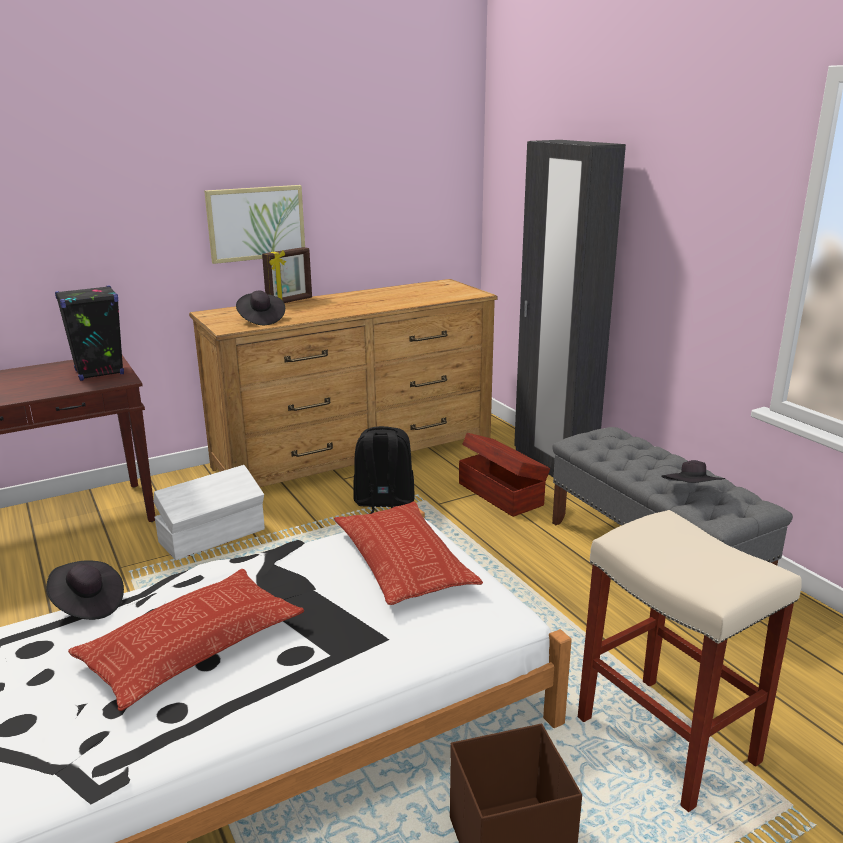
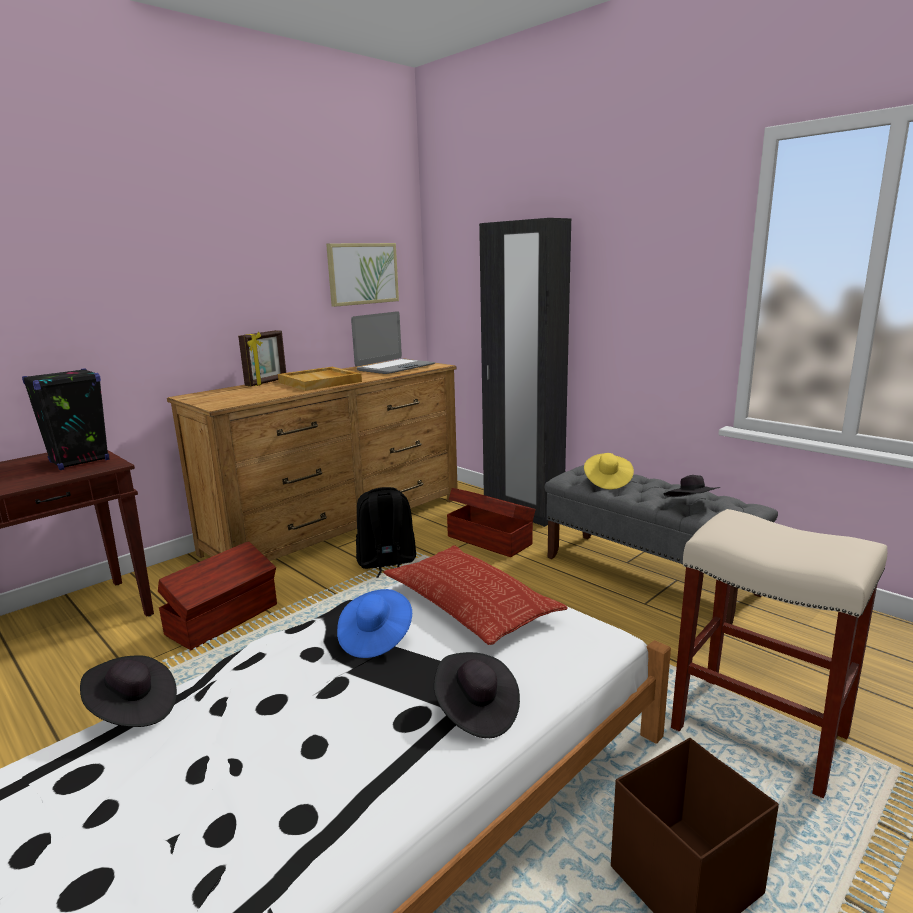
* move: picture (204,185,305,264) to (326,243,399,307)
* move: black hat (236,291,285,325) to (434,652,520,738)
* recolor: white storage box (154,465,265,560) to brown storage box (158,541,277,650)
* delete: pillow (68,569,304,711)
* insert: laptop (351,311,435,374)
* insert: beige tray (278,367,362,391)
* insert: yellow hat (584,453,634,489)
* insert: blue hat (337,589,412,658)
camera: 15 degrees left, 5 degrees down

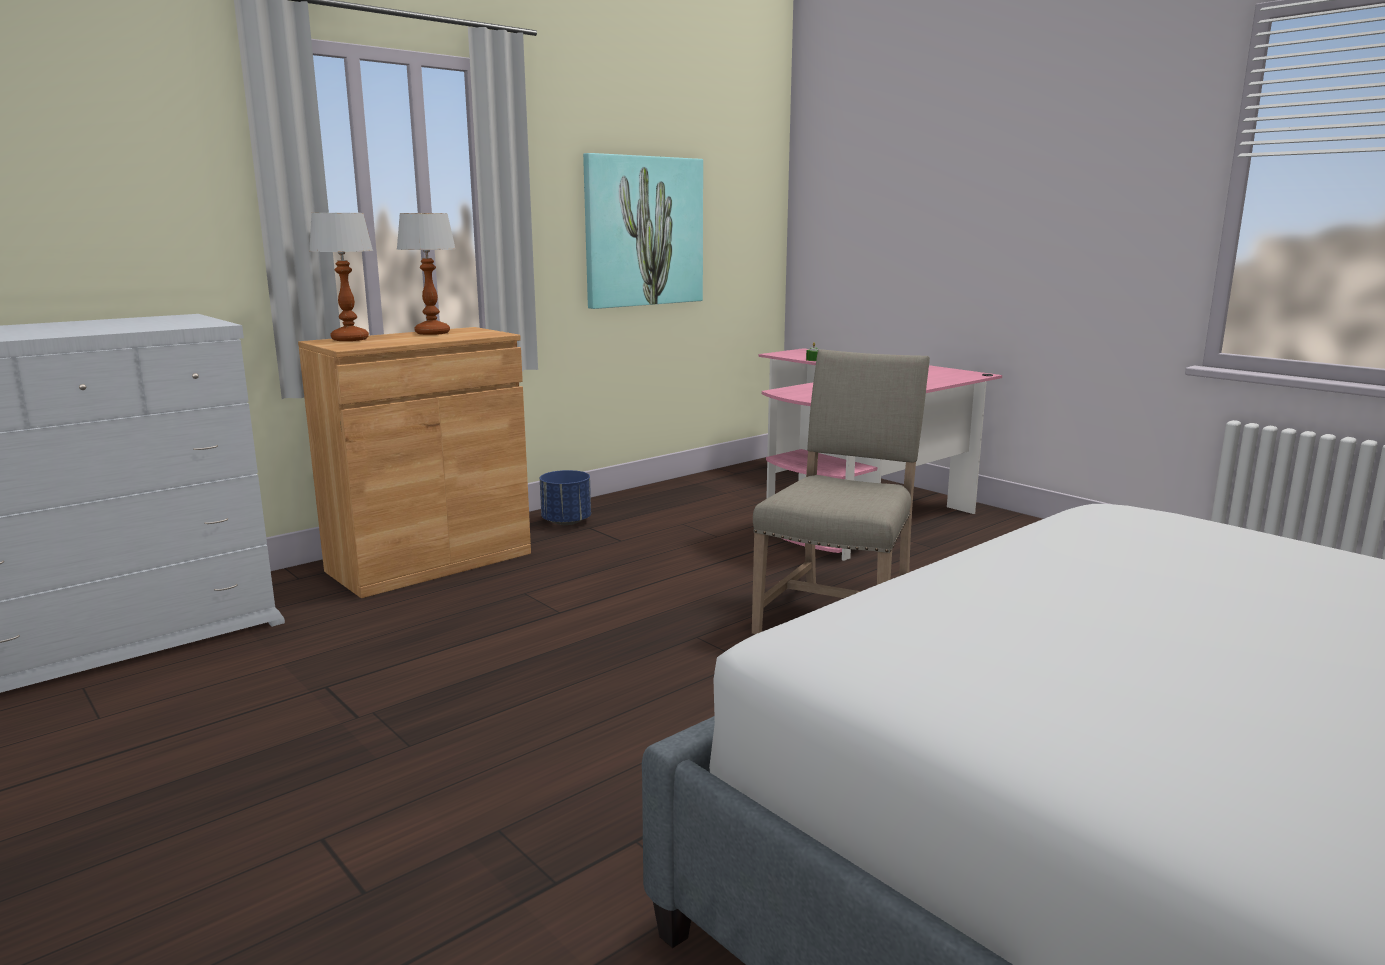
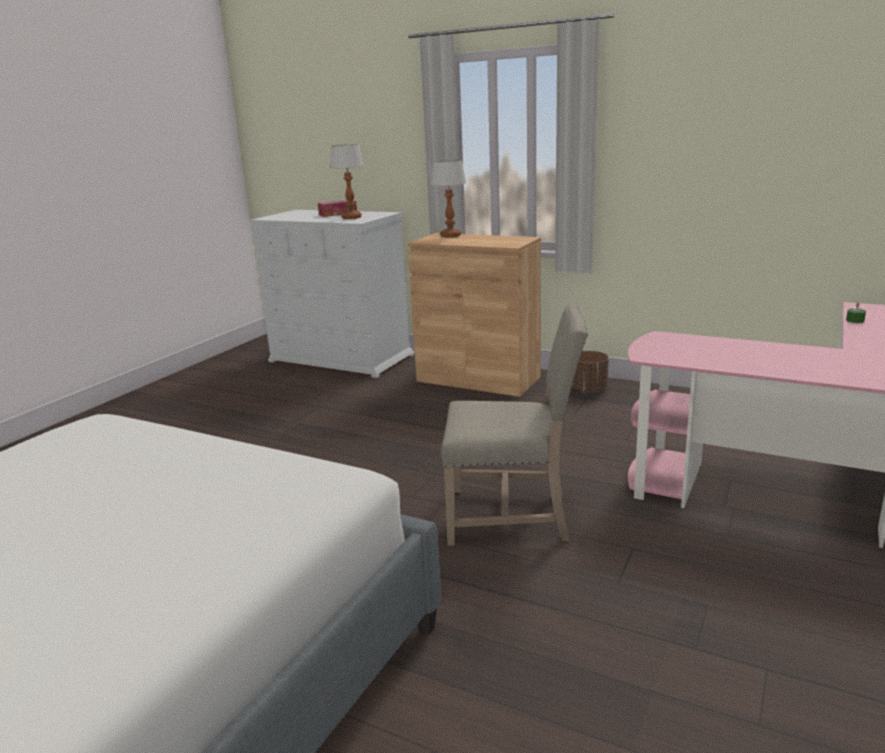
* delete: picture (583,153,703,309)
* move: table lamp (397,213,456,335) to (330,144,364,219)
* recolor: blue planter (540,470,591,525) to brown planter (571,351,609,393)
* insert: tissue box (318,200,357,217)
camera: 70 degrees right, 5 degrees up

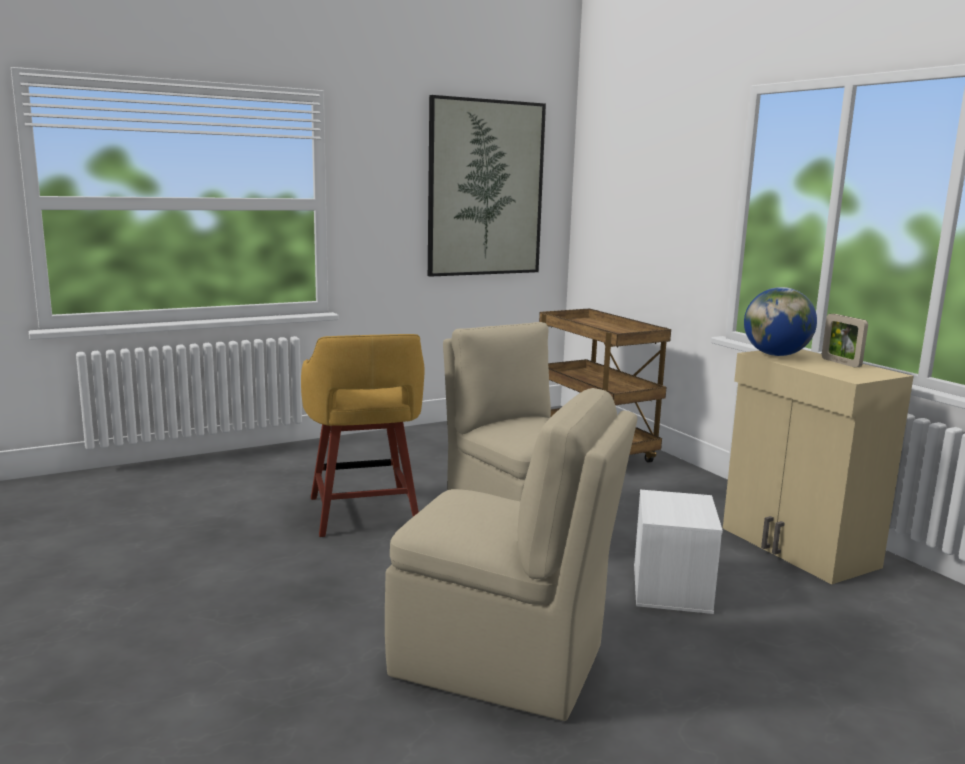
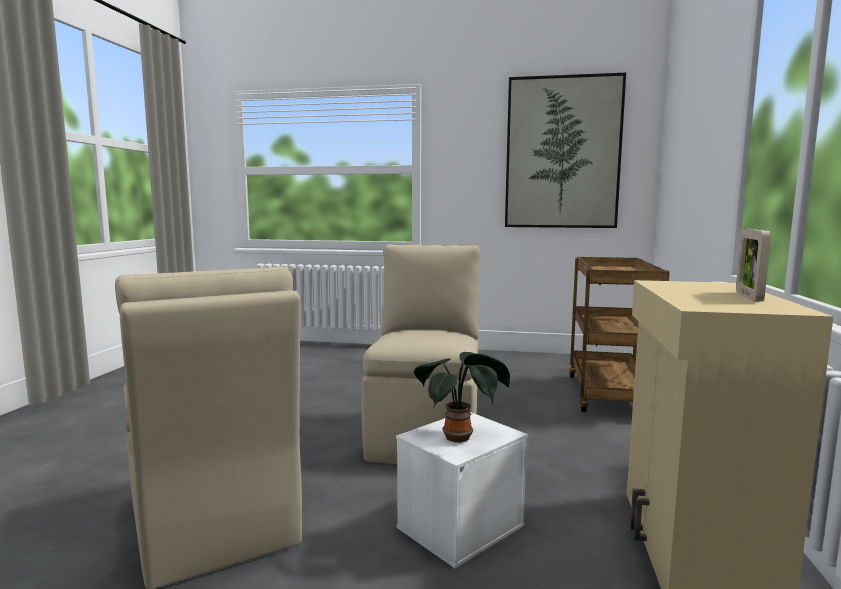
* delete: globe (744,287,817,356)
* delete: yellow stool (301,334,425,537)
* insert: potted plant (414,352,510,443)
camera: 40 degrees right, 5 degrees down

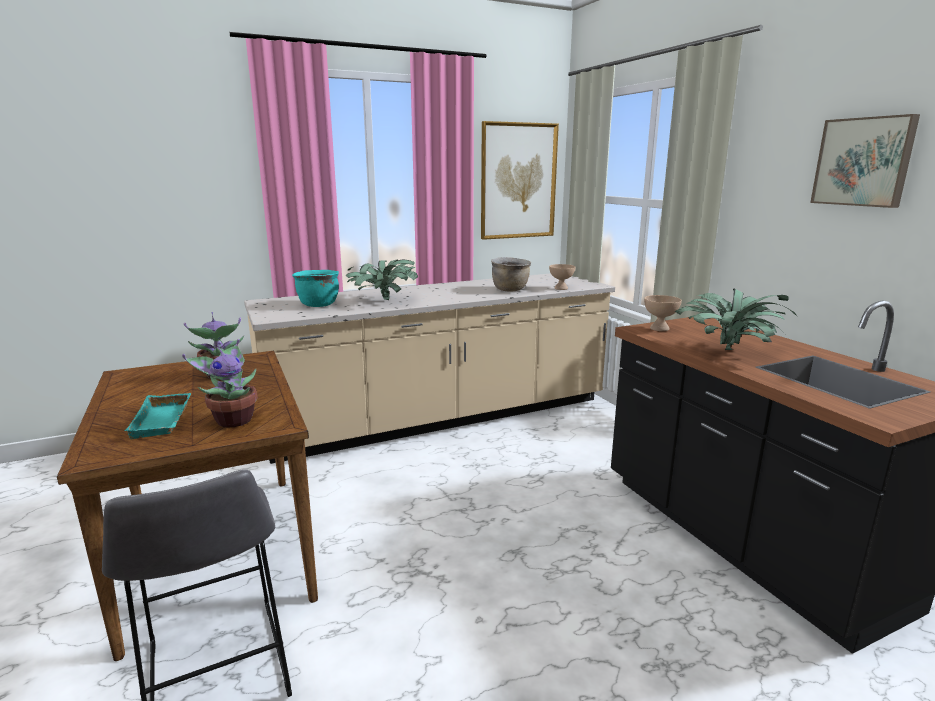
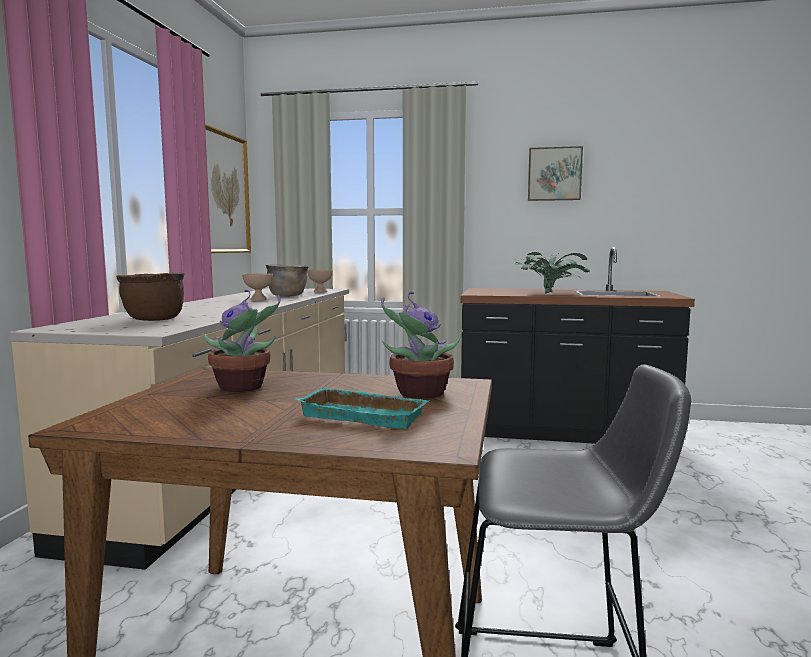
* delete: potted plant (345,260,418,300)
* recolor: turquoise cooking pot (292,270,339,307) to brown cooking pot (116,272,185,321)
* move: beige bowl (644,295,682,331) to (242,273,273,301)
camera: 55 degrees left, 10 degrees down

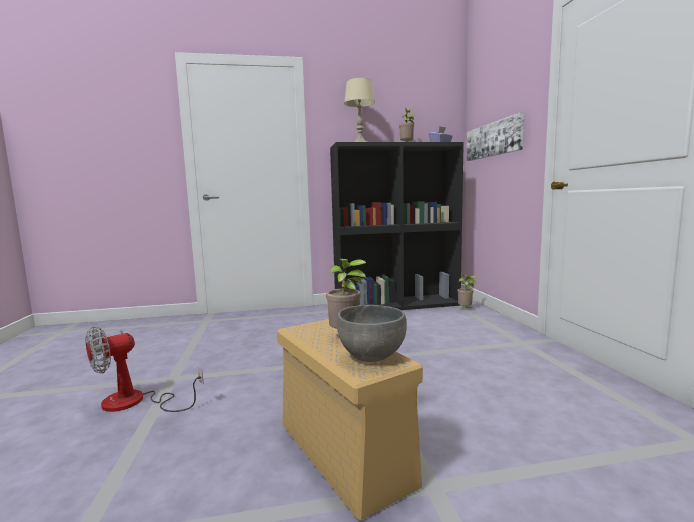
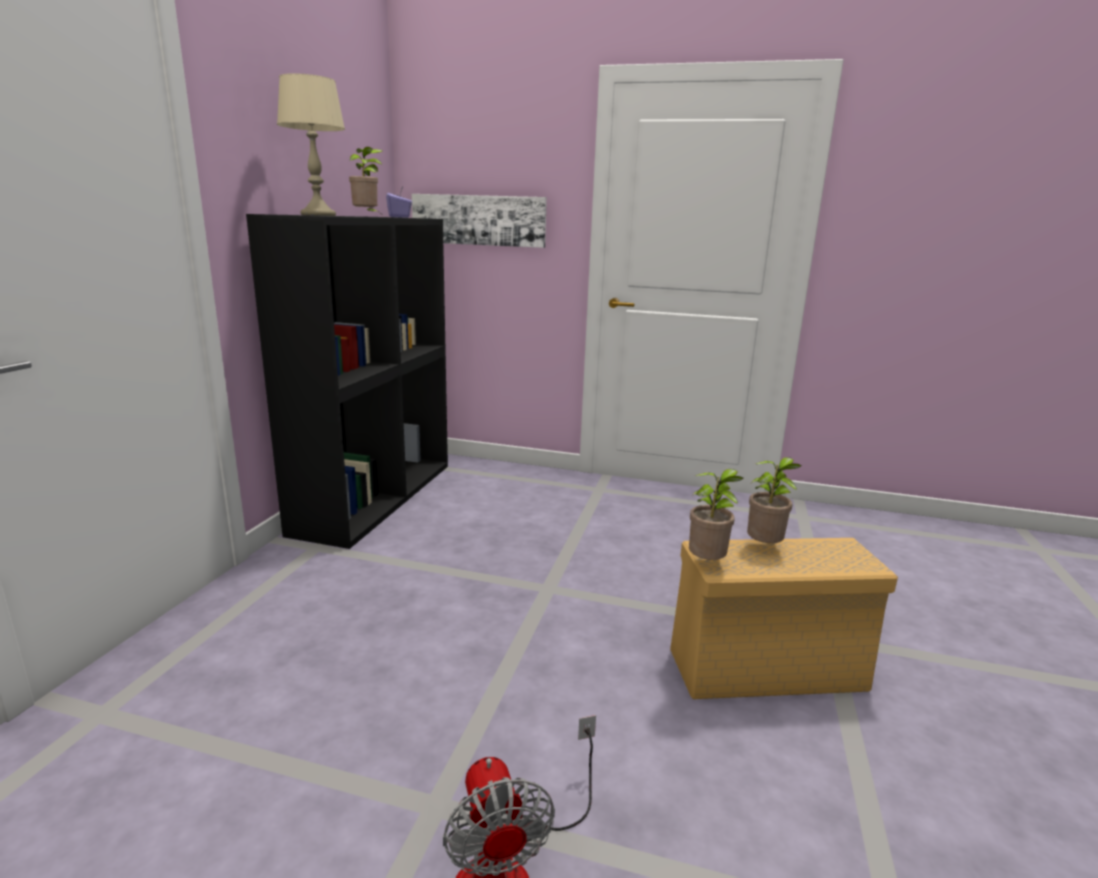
* move: potted plant (457,275,477,308) to (689,469,743,560)
* delete: grey bowl (337,305,407,362)
camera: 65 degrees left, 10 degrees up

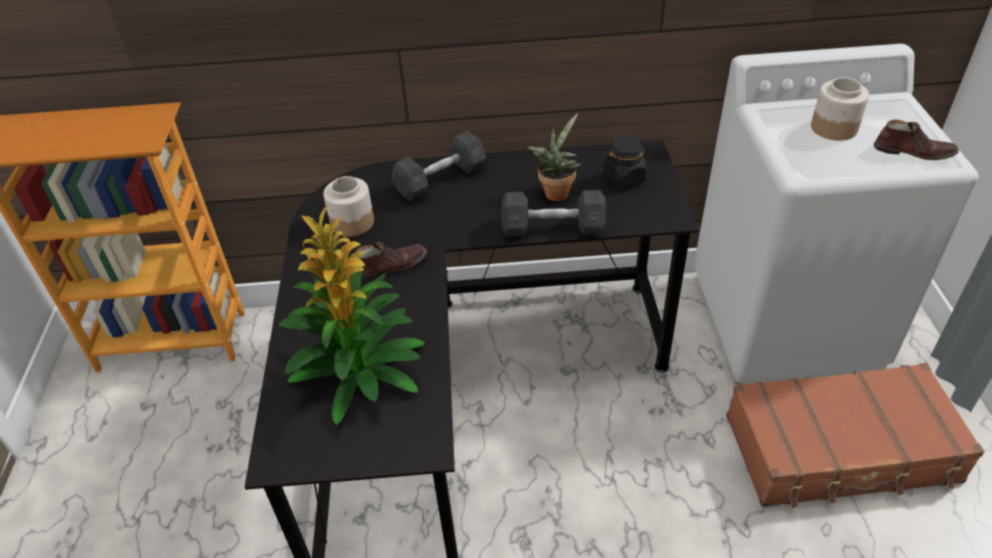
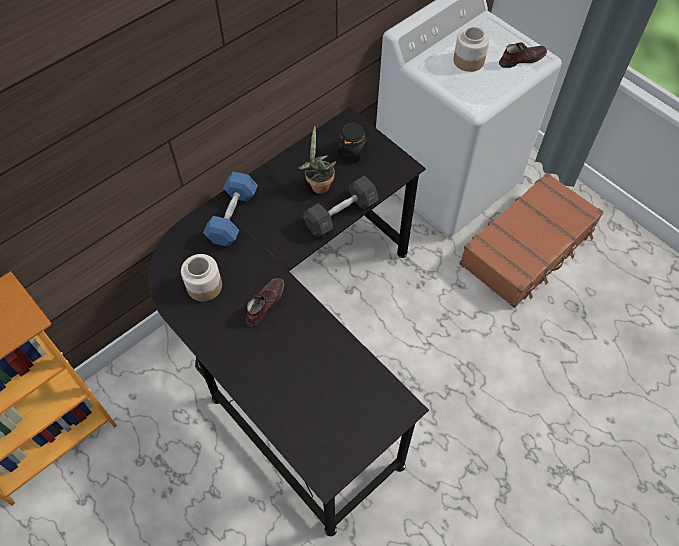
* recolor: grey dumbbell (392,131,486,202) to blue dumbbell (203,172,258,246)
* delete: potted plant (279,205,425,426)
camera: 40 degrees left, 15 degrees up

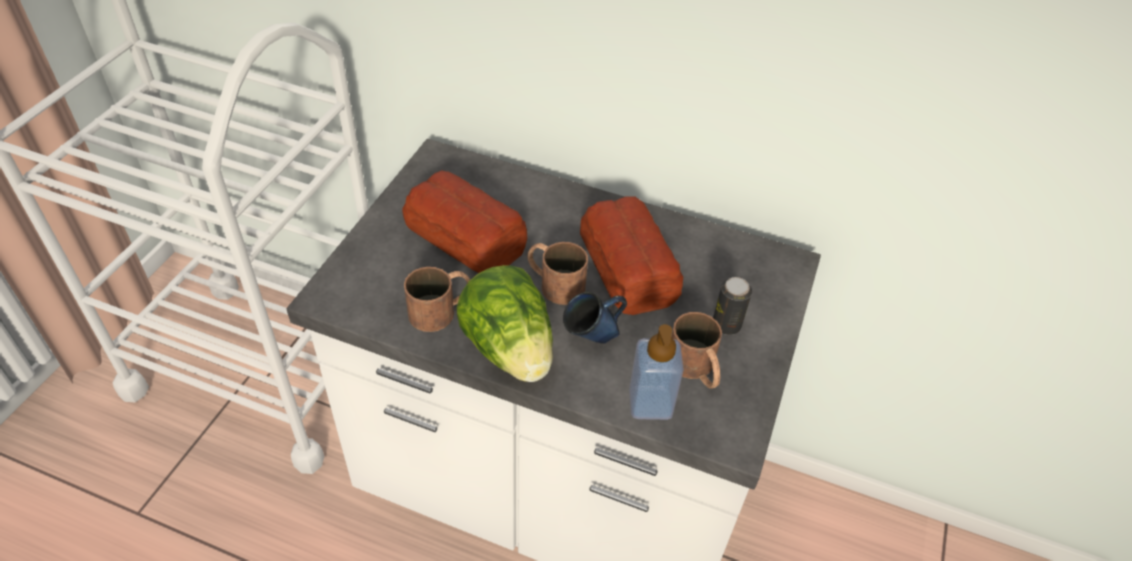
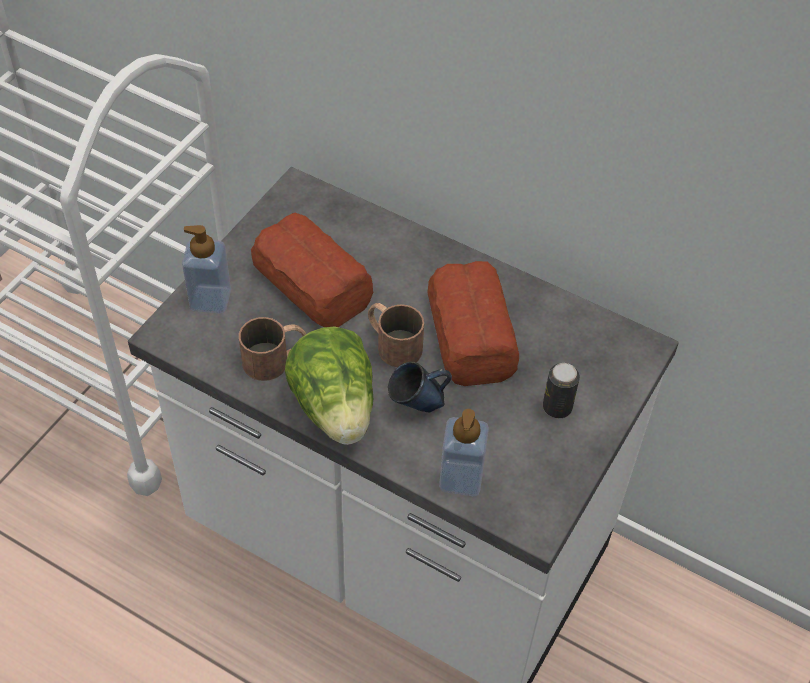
* delete: brown mug (671,312,722,389)
* insert: soap dispenser (182,225,231,313)
camera: 10 degrees right, 5 degrees up

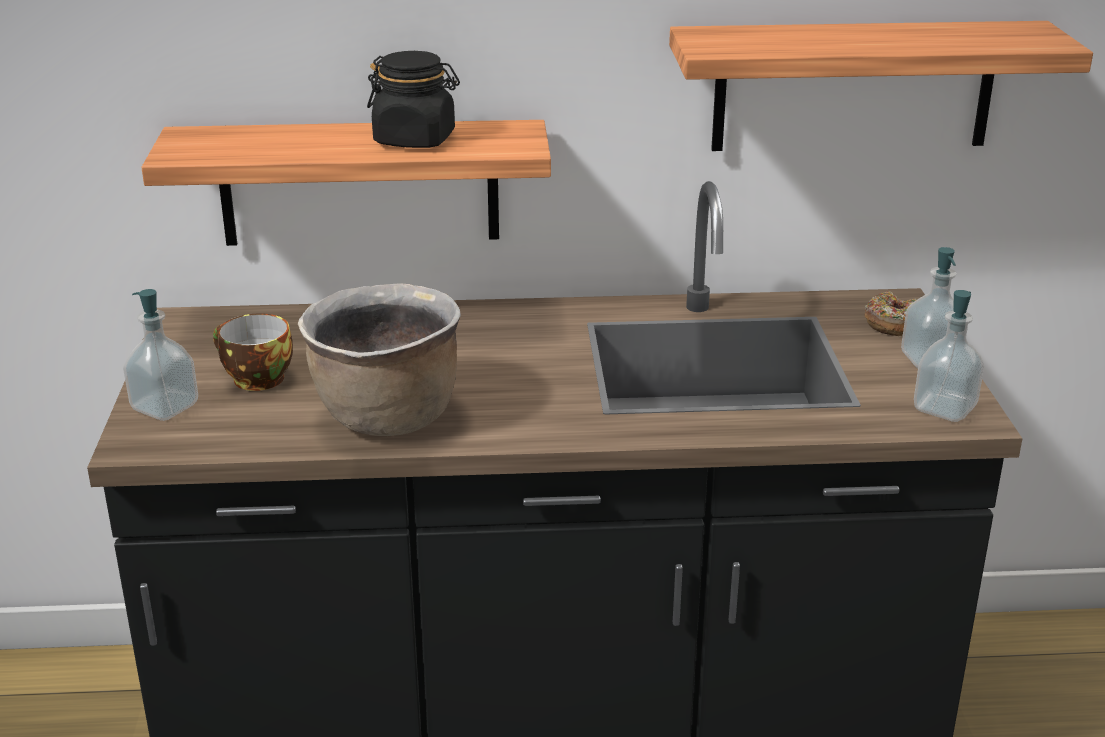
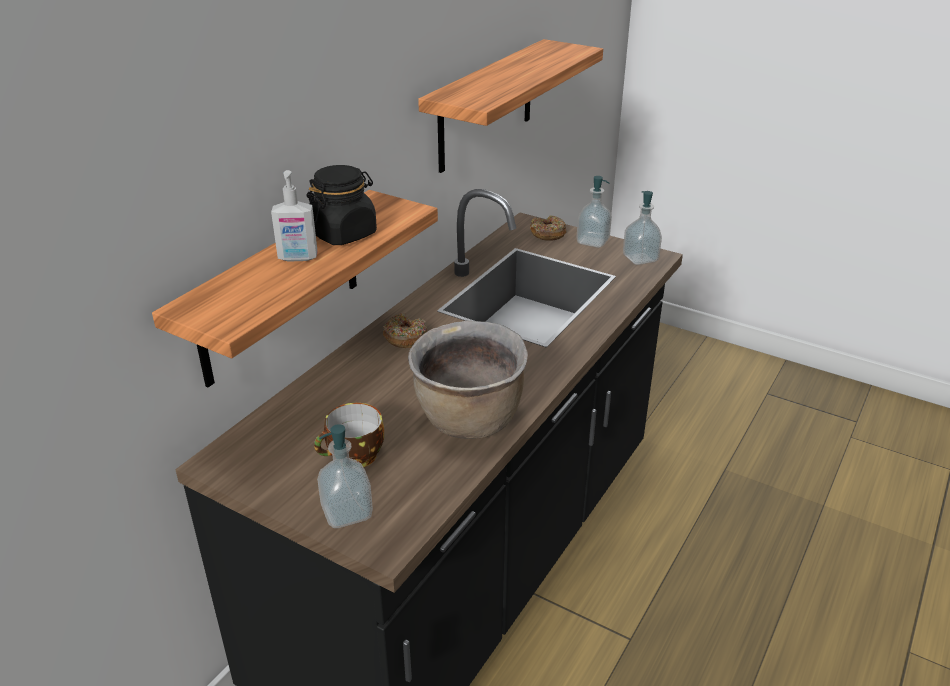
* insert: soap dispenser (271,170,318,262)
* insert: donut (383,313,427,348)
camera: 55 degrees left, 5 degrees up

